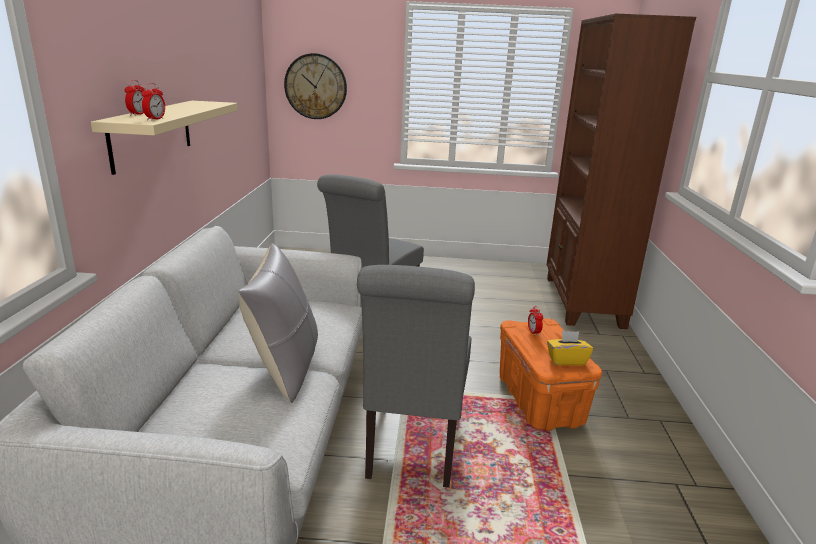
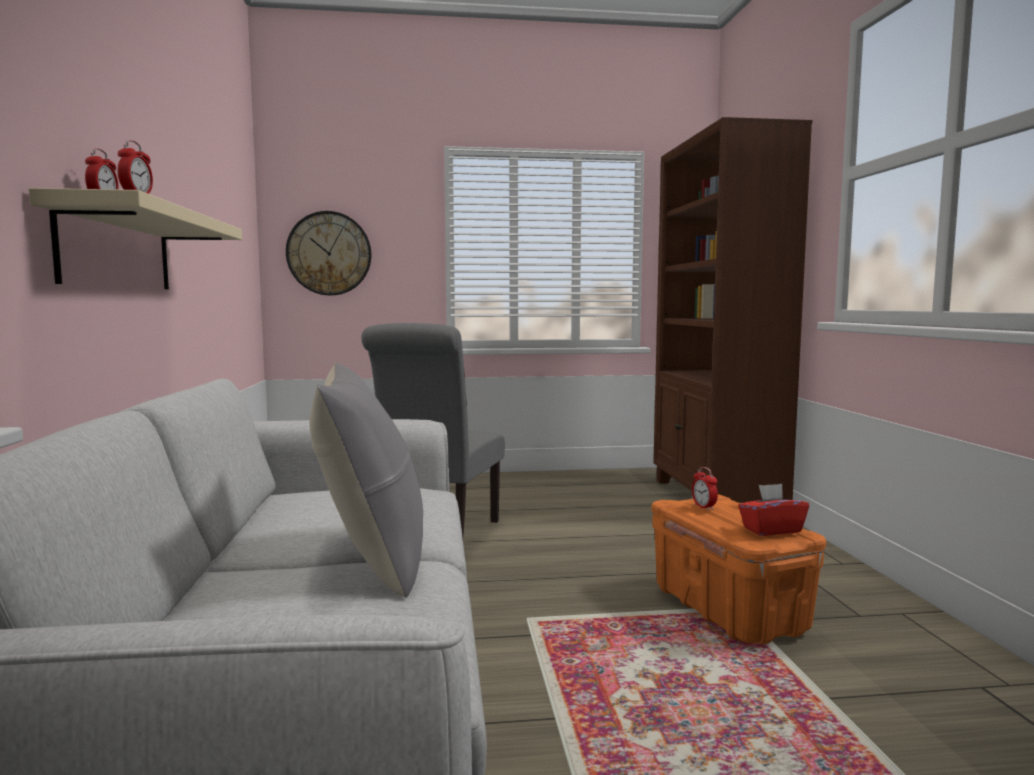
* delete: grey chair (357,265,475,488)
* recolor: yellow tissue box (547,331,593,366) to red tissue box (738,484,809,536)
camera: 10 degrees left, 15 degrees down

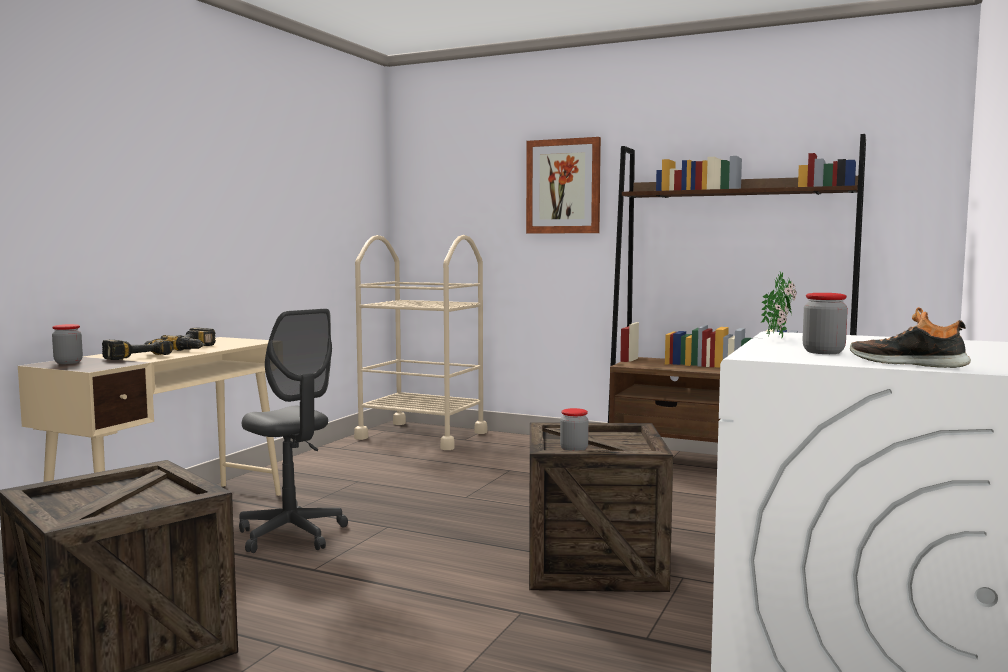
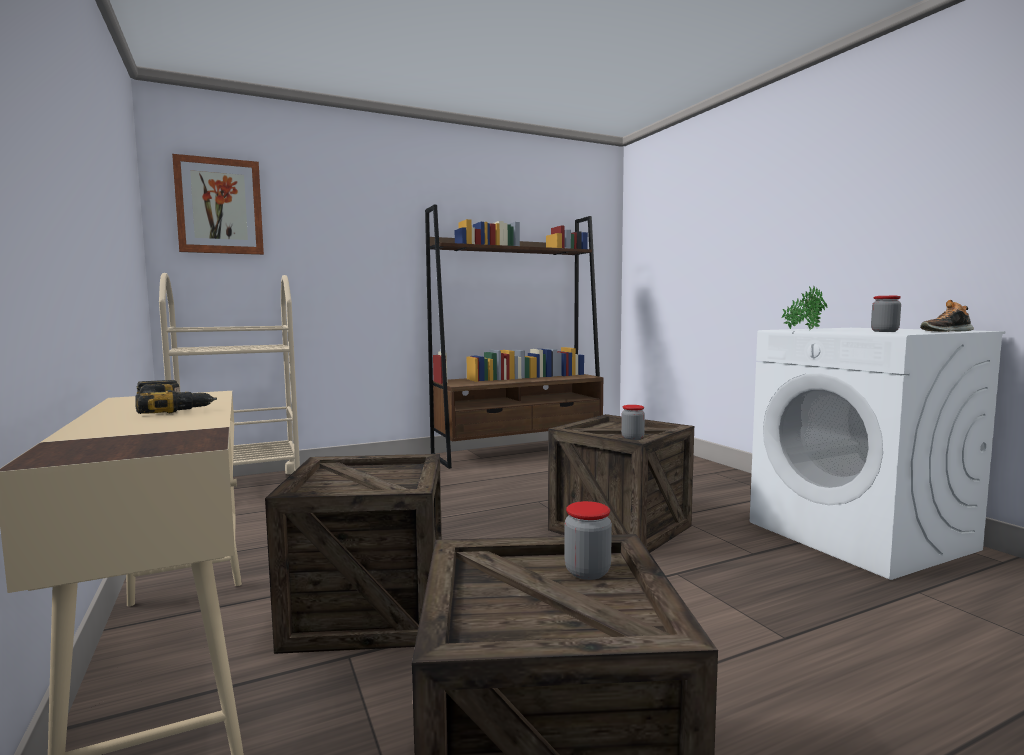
* move: picture (526,137,601,234) to (172,154,264,255)
* replace: grey office chair (239,309,348,553) to crate (265,454,442,654)
* move: jar (52,324,83,364) to (565,501,612,580)
* delete: power drill (102,339,174,360)
camera: 50 degrees left, 0 degrees up

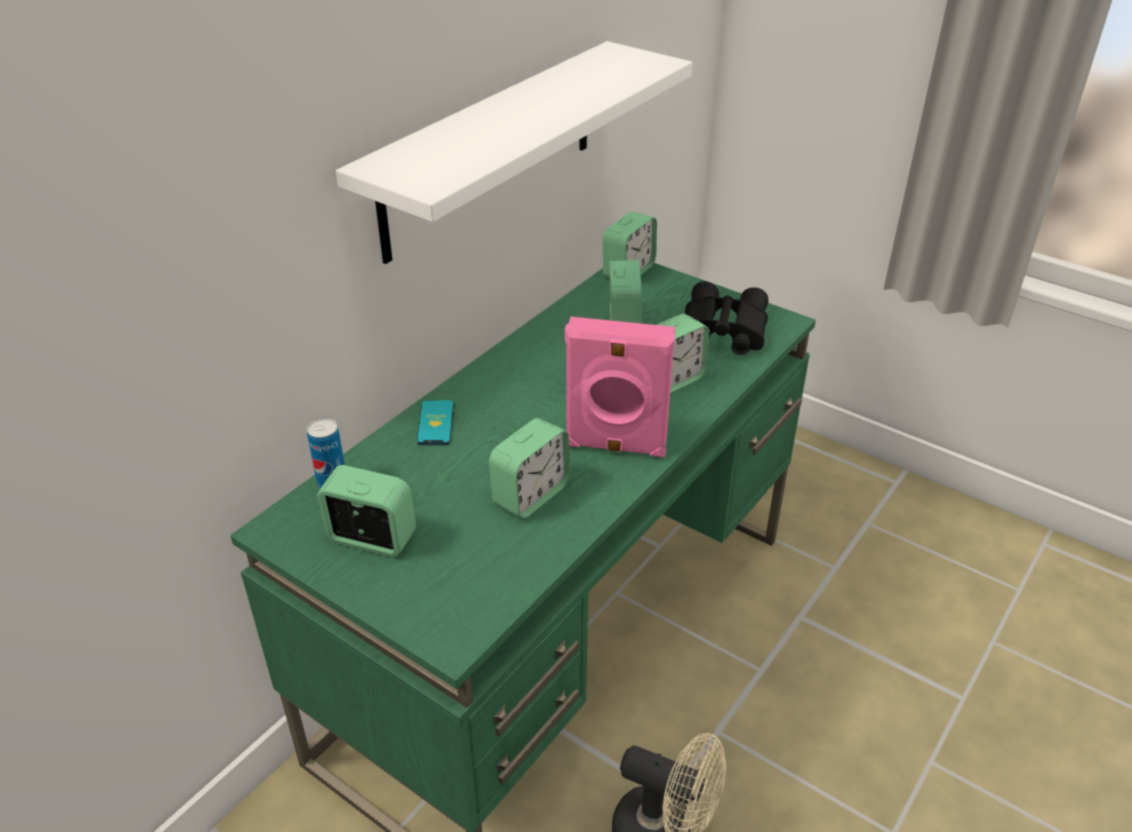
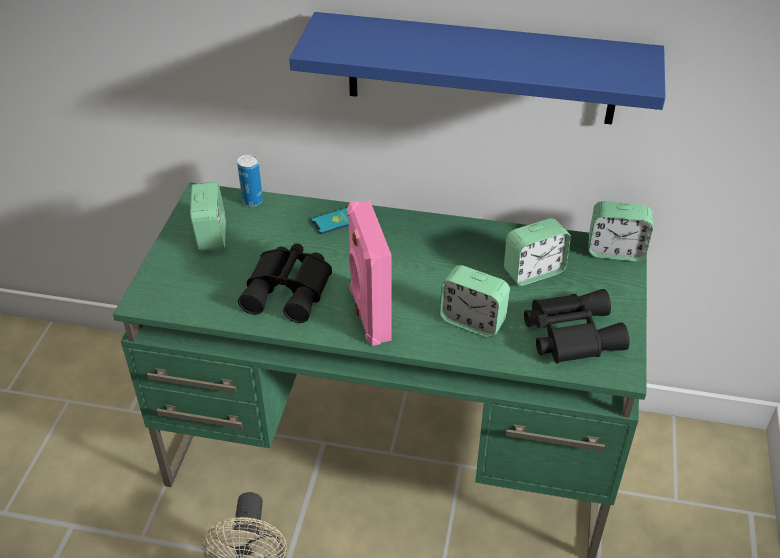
* recolor: white shelf (336,41,692,264) to blue shelf (289,12,666,125)
* replace: alarm clock (489,418,570,519) to black binoculars (238,243,332,323)
camera: 65 degrees right, 5 degrees up

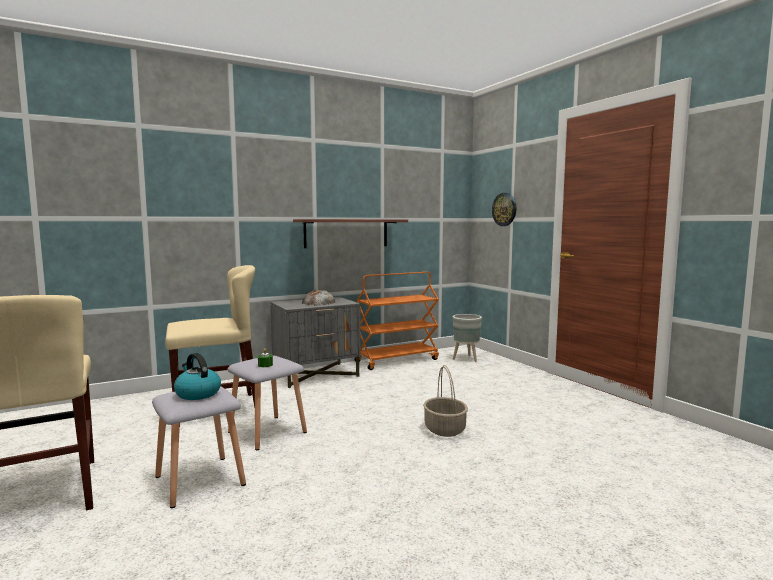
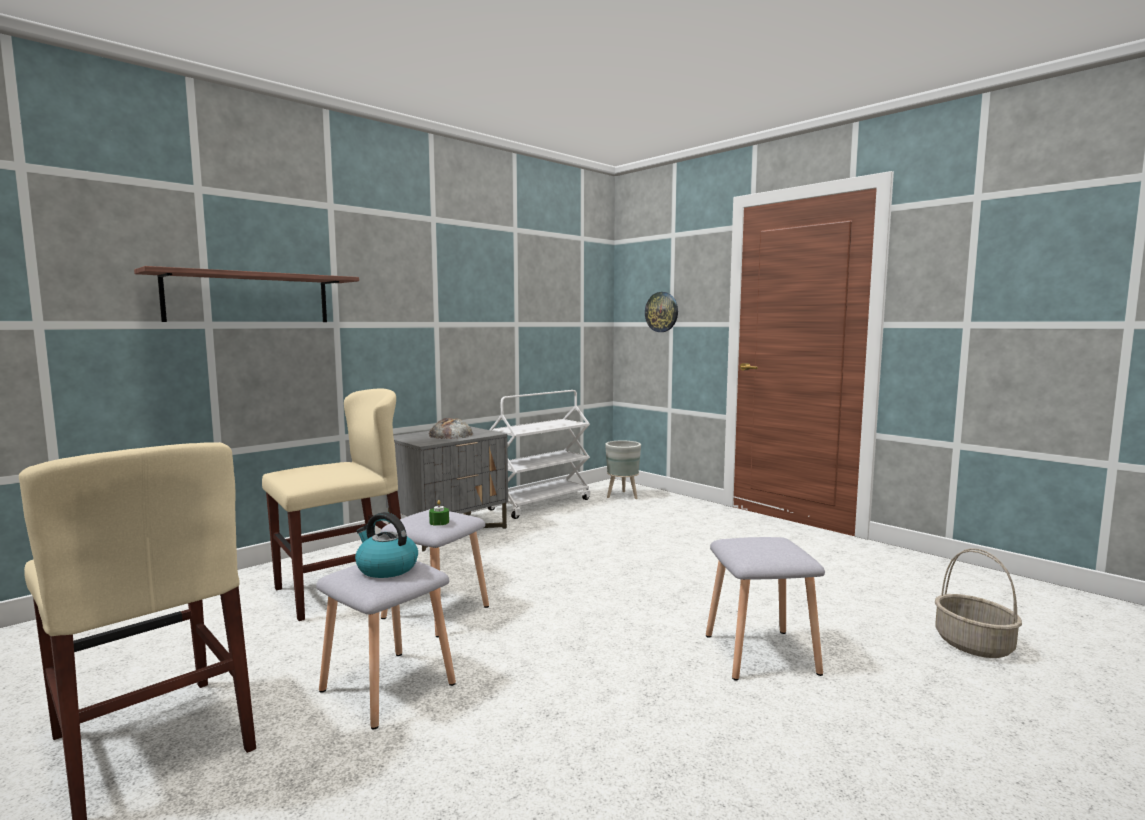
* move: shelf (293,219,408,248) to (134,266,359,322)
* recolor: orange cart (354,272,439,370) to white cart (488,390,591,519)
* move: basket (423,365,468,437) to (935,548,1022,658)
* insert: grey stool (706,537,825,681)
camera: 15 degrees left, 0 degrees up

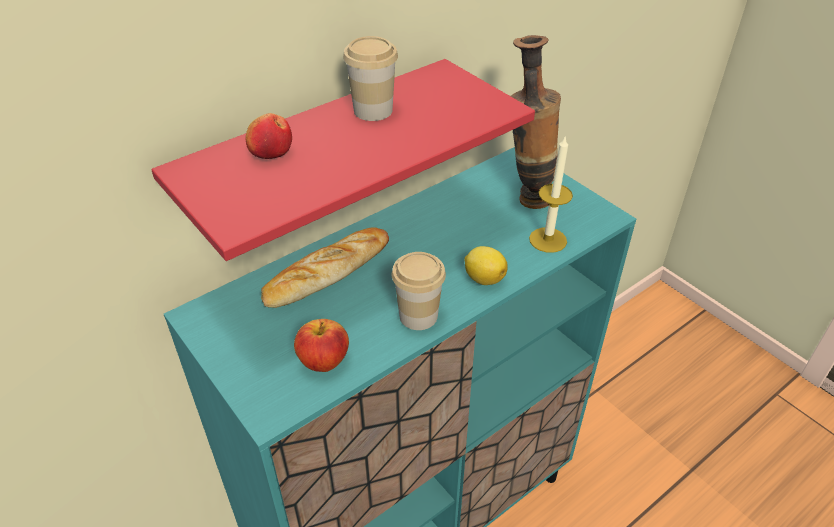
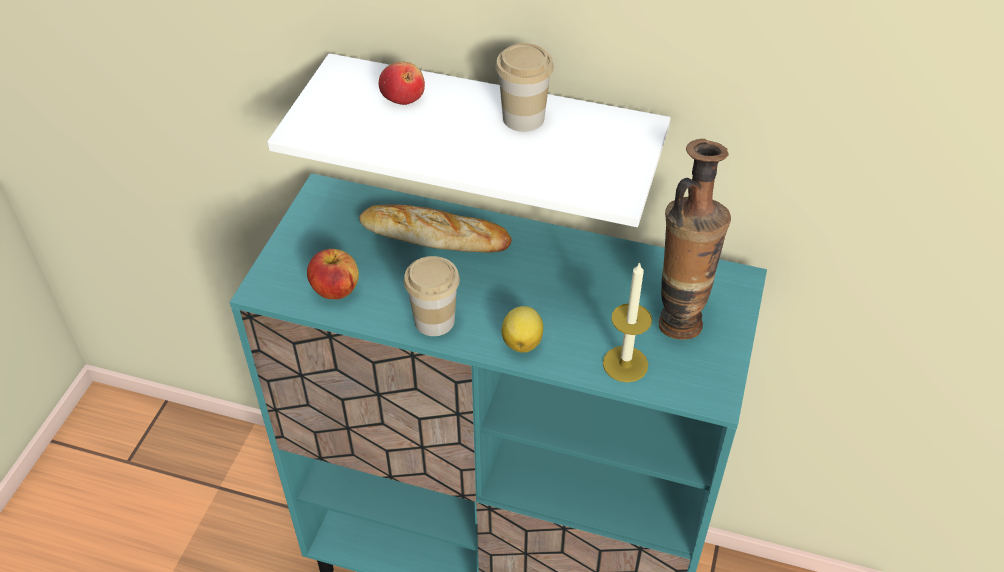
* recolor: red shelf (151,59,535,261) to white shelf (267,53,671,227)
camera: 55 degrees right, 5 degrees up

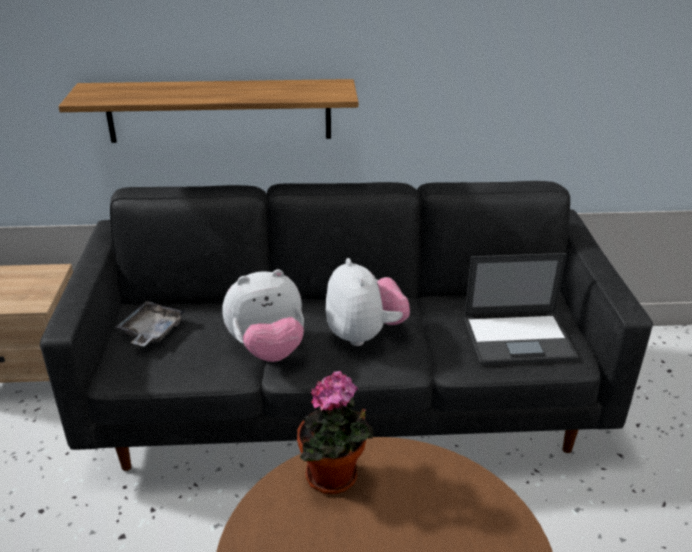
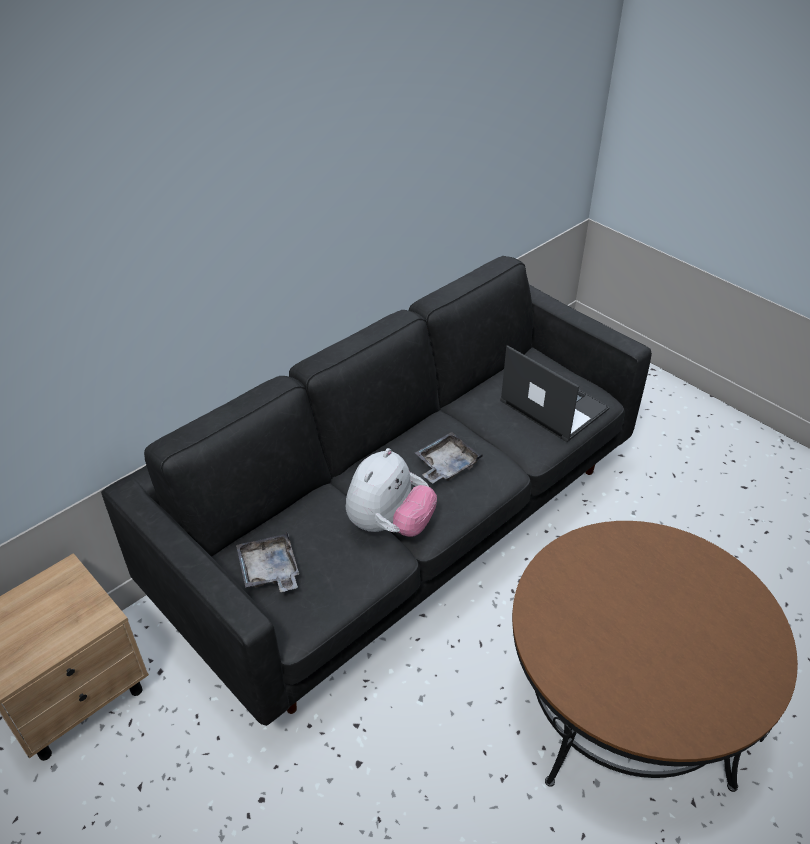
* delete: shelf (58,79,358,143)
* rotate: laptop (464,253,579,365) = (500,345,610,442) 90 degrees counterclockwise
* replace: plush toy (326,258,410,346) to grey tray (415,432,483,484)
* delete: potted plant (297,371,374,494)
camera: 40 degrees left, 10 degrees up

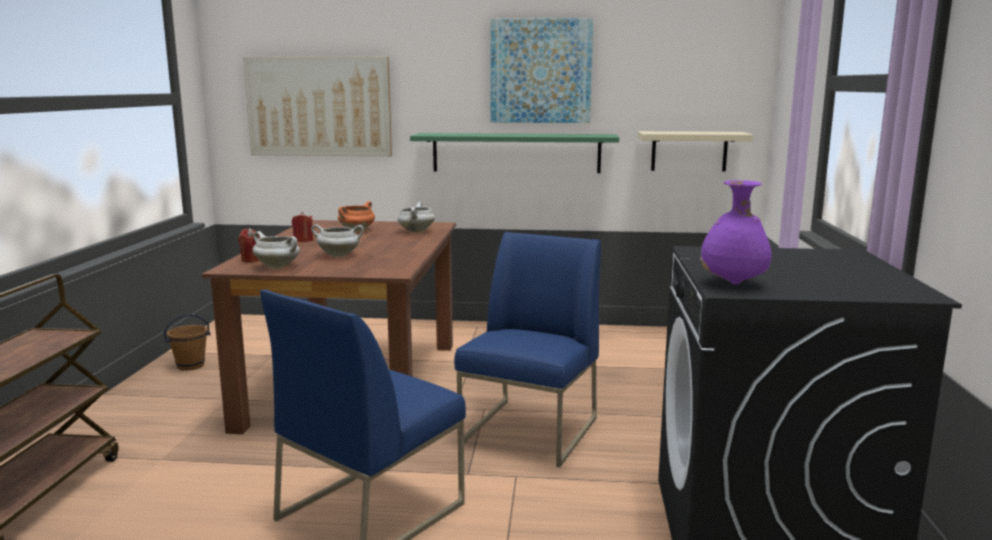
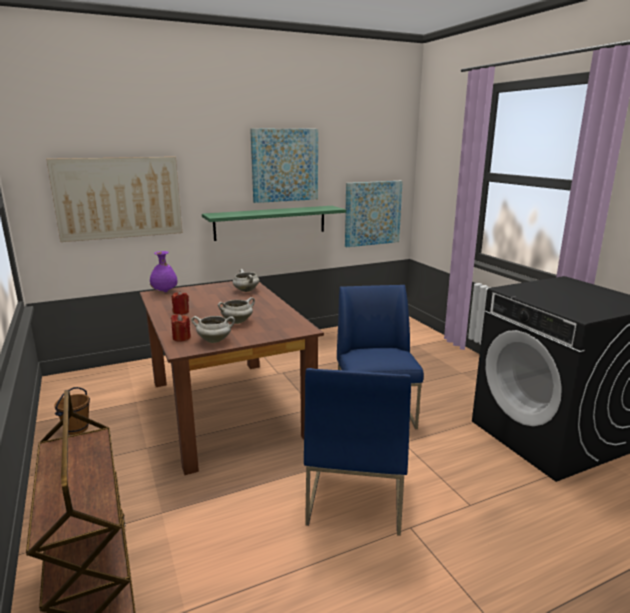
* replace: beige shelf (638,131,753,172) to picture (345,181,403,247)
* move: purple vase (700,180,772,285) to (150,251,178,292)
* delete: orange cooking pot (338,201,375,232)
camera: 30 degrees left, 5 degrees up

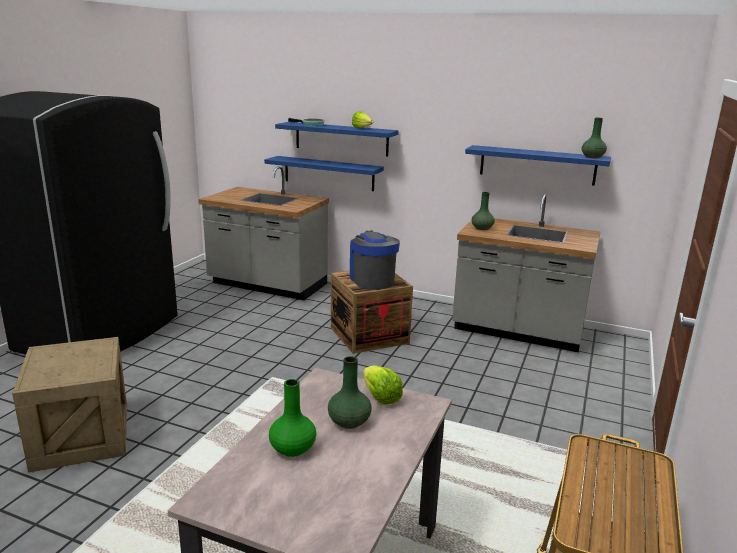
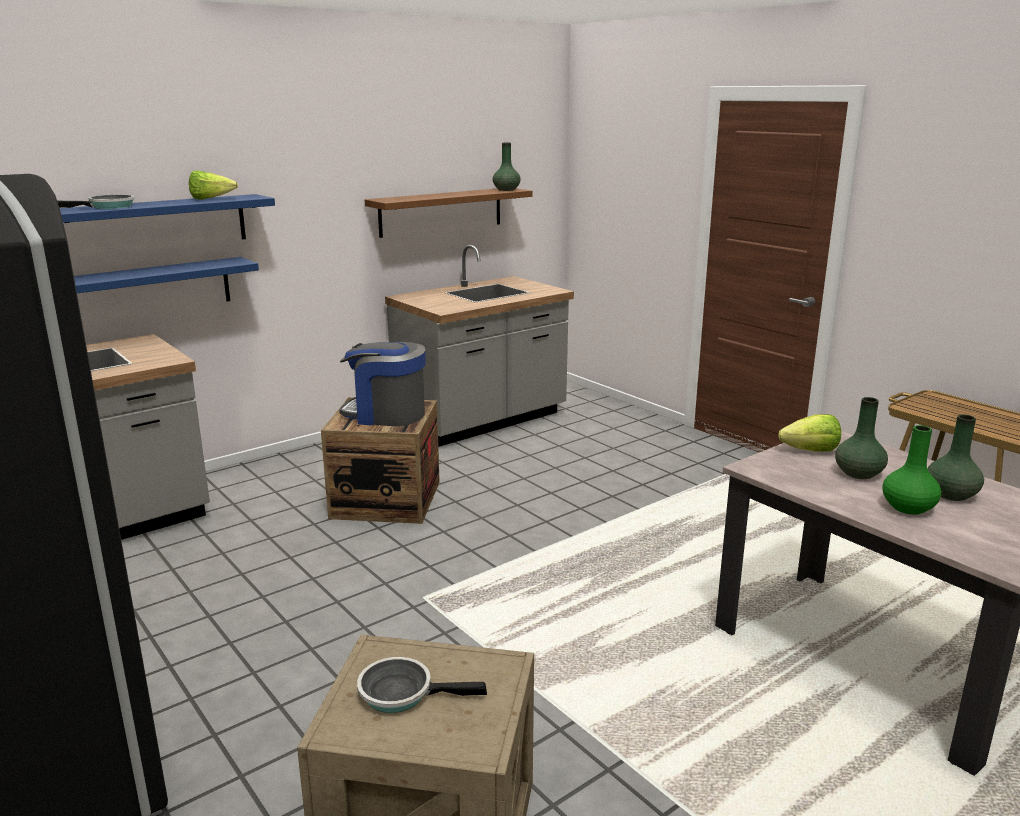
* recolor: blue shelf (465,145,611,186) to brown shelf (365,188,532,238)
* move: green vase (472,192,495,230) to (927,414,984,501)
* insert: frying pan (357,657,487,713)
camera: 60 degrees left, 0 degrees up

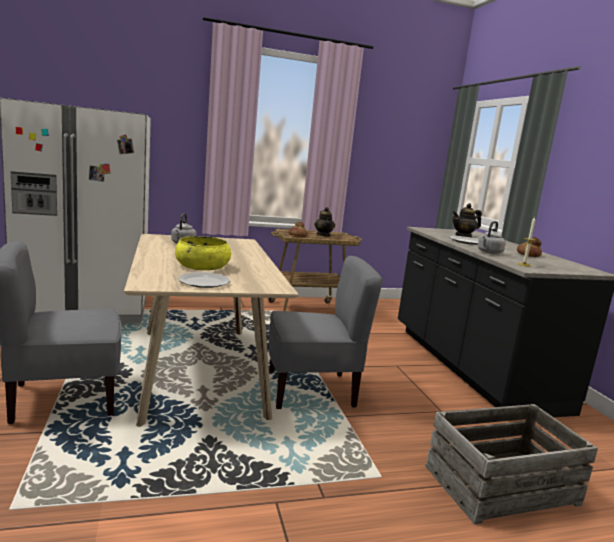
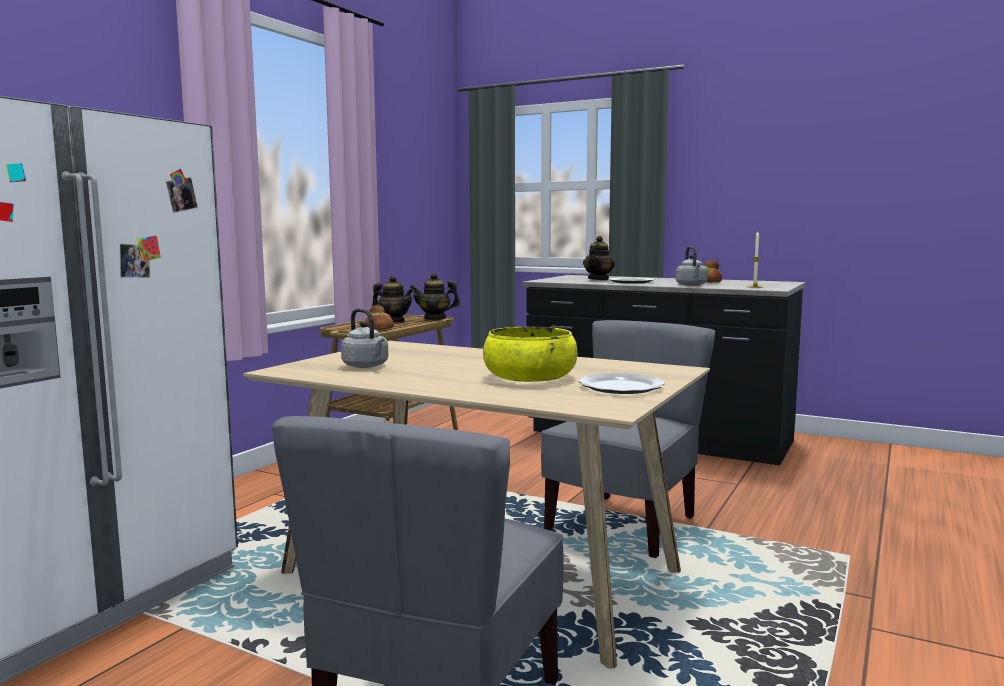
* delete: crate (425,404,598,525)
* insert: teapot (410,273,460,320)
camera: 45 degrees left, 5 degrees down

